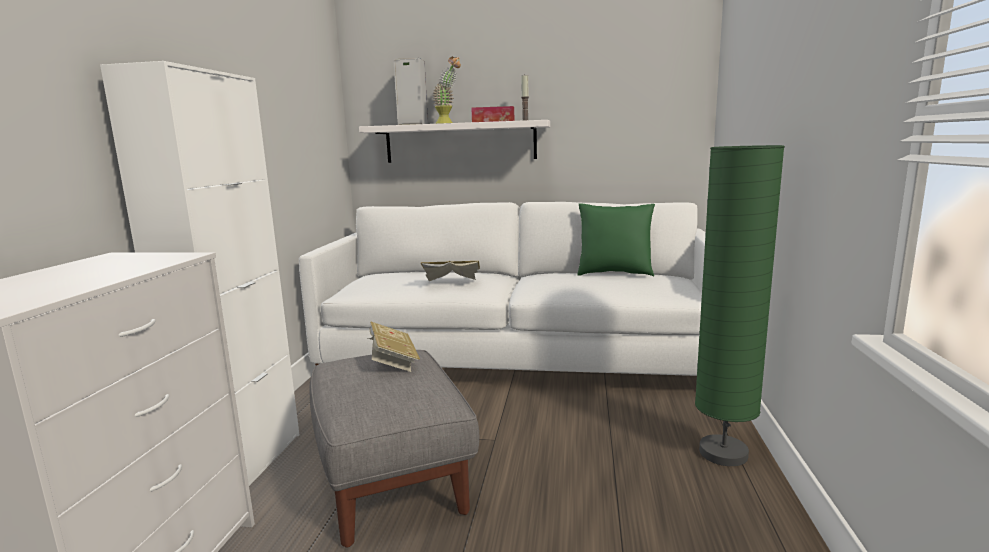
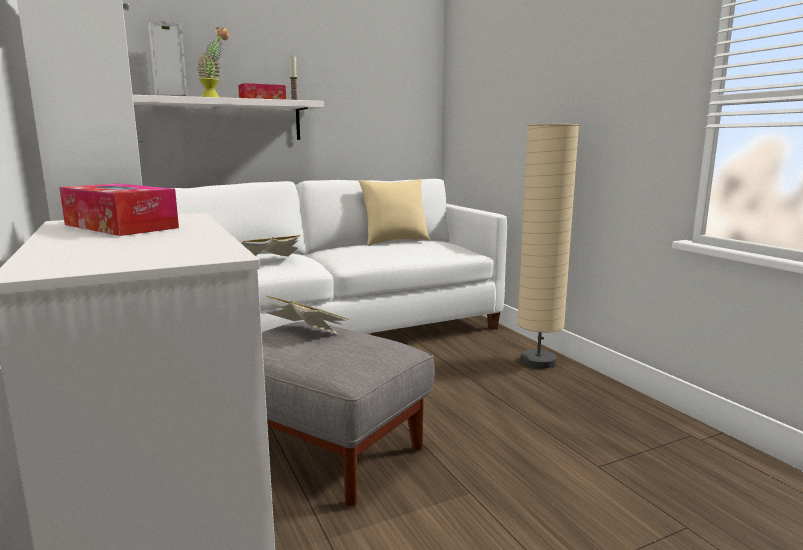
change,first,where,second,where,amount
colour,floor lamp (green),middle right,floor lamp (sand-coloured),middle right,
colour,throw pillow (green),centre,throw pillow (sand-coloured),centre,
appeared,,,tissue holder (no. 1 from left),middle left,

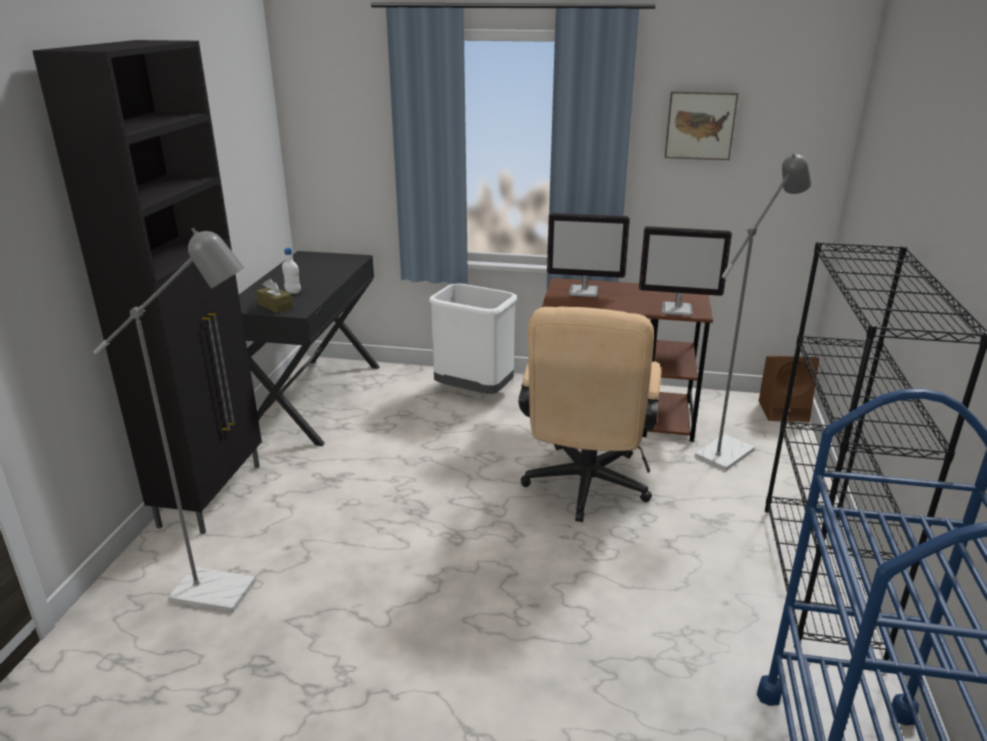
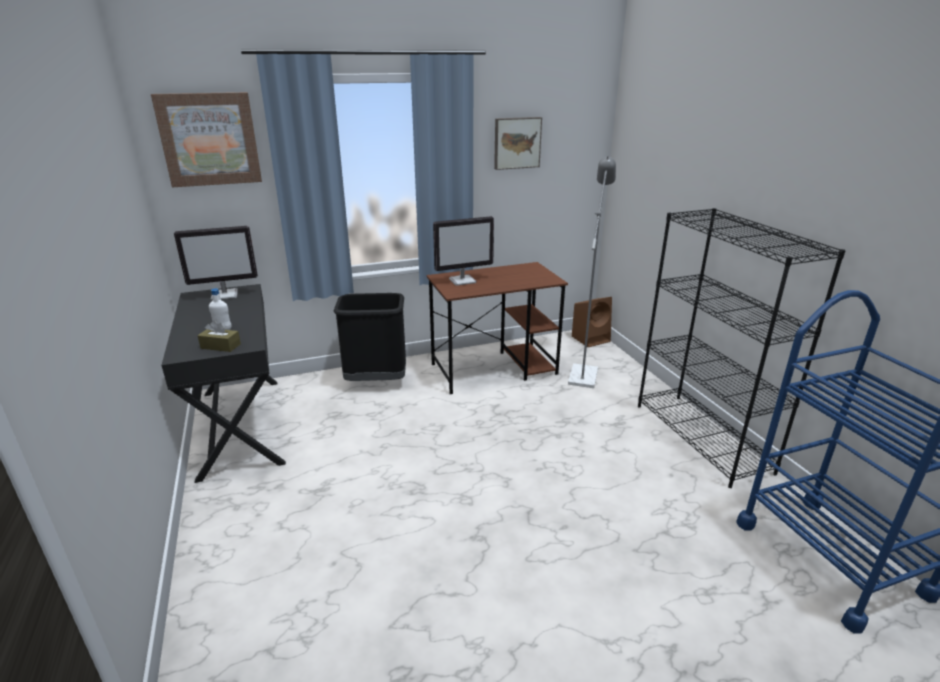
change,first,where,second,where,amount
missing,cabinet (black),middle left,,,
relocated,monitor (no. 2 from left in the first image),middle right,monitor (no. 1 from left),middle left,
missing,floor lamp (greyish) (no. 1 from left),middle left,,,
colour,trash can (white),centre,trash can (black),centre,
missing,office chair (sand-coloured),centre,,,
appeared,,,picture (no. 1 from left),top left,

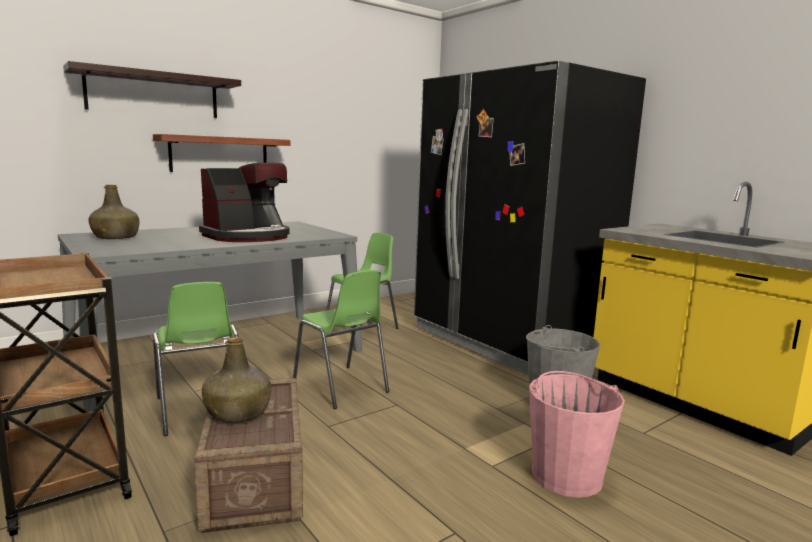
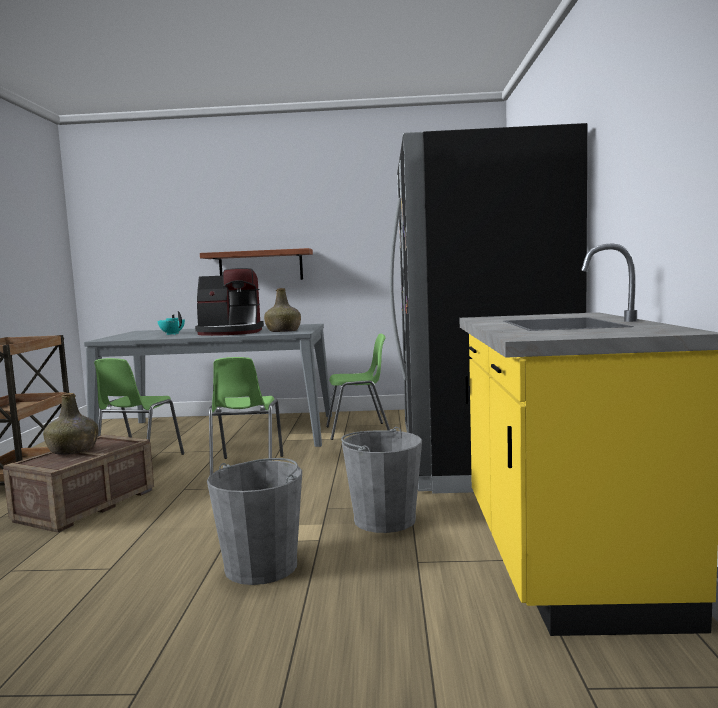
change,first,where,second,where,amount
missing,shelf (no. 1 from left),top left,,,
relocated,beverage bottle (green) (no. 1 from left in the first image),middle left,beverage bottle (green) (no. 2 from left),centre,
colour,bucket (pink-coloured),bottom right,bucket (greyish) (no. 1 from left),bottom centre,
appeared,,,pot for tea (blue-green),middle left,

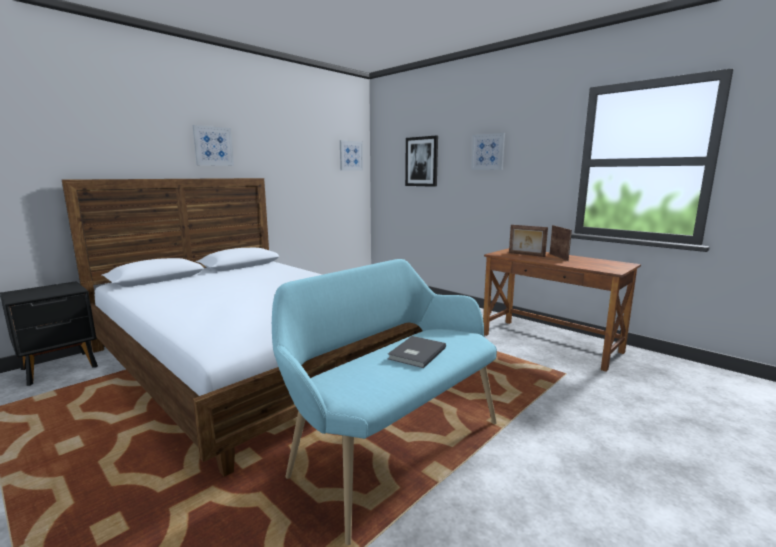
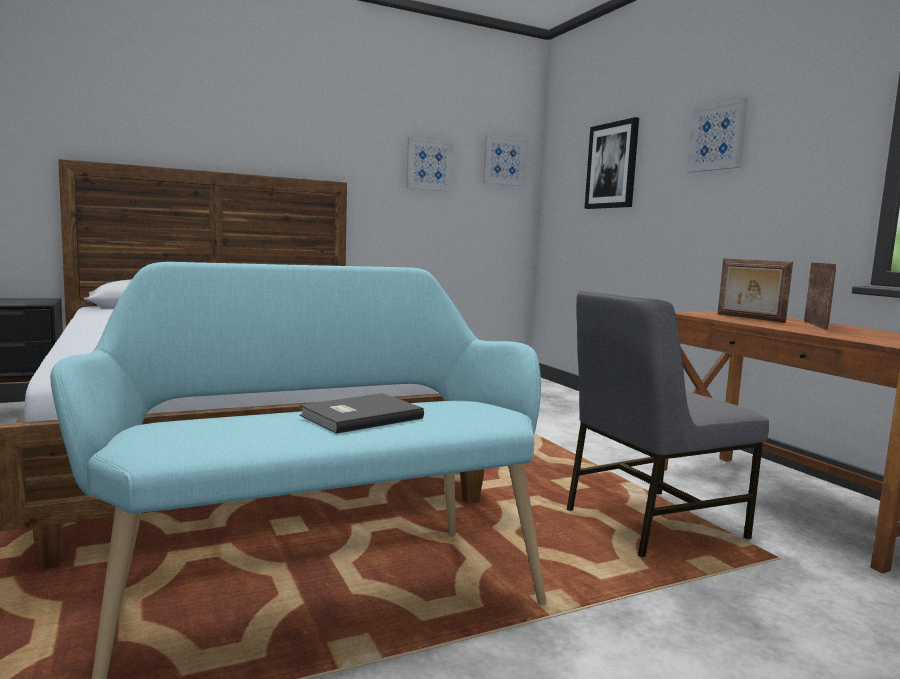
change,first,where,second,where,amount
relocated,picture (no. 1 from left),top left,,top centre,
appeared,,,upright chair (greyish),middle right,

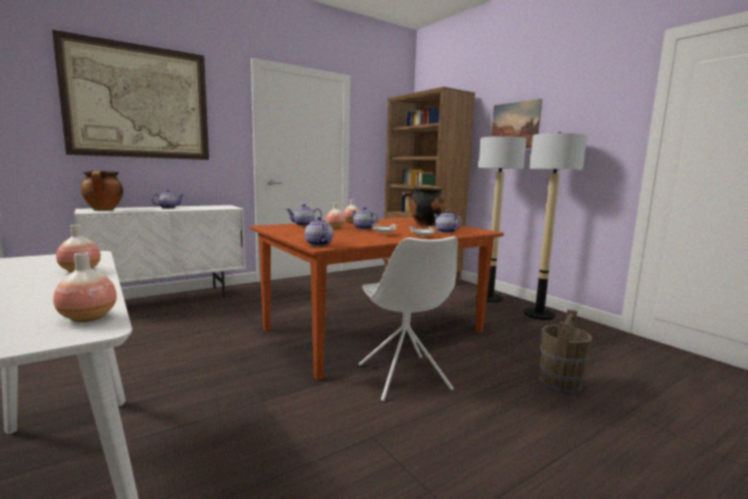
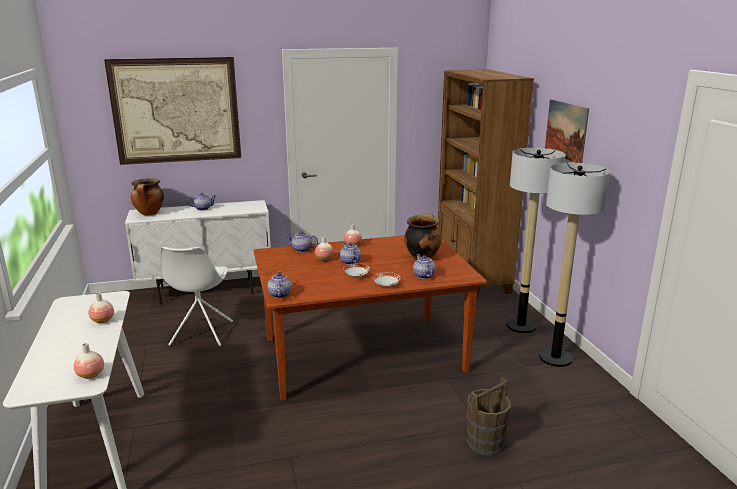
change,first,where,second,where,amount
relocated,upright chair (white),centre,,middle left,

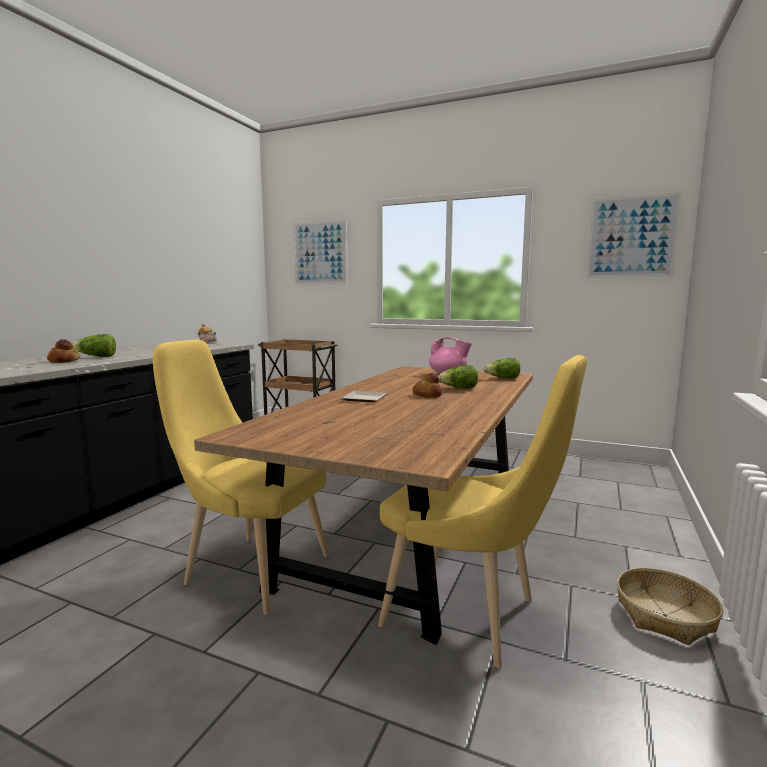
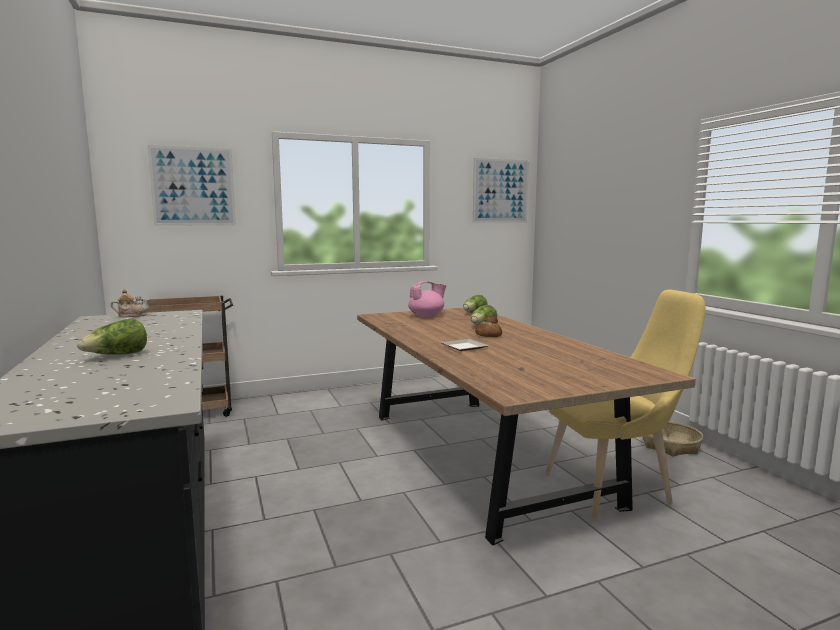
change,first,where,second,where,amount
missing,baked bread (no. 1 from left),middle left,,,
missing,upright chair (yellowish) (no. 1 from left),middle left,,,

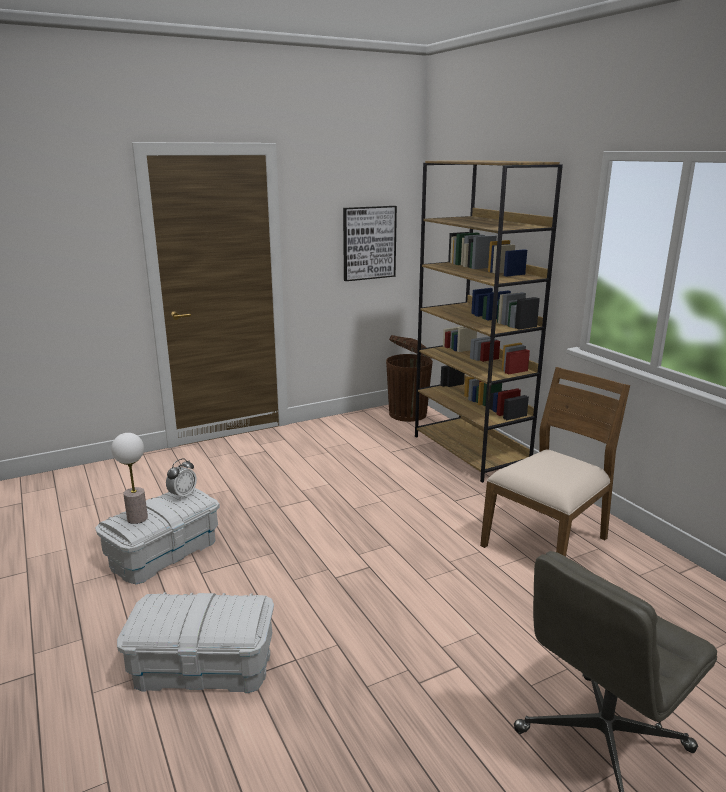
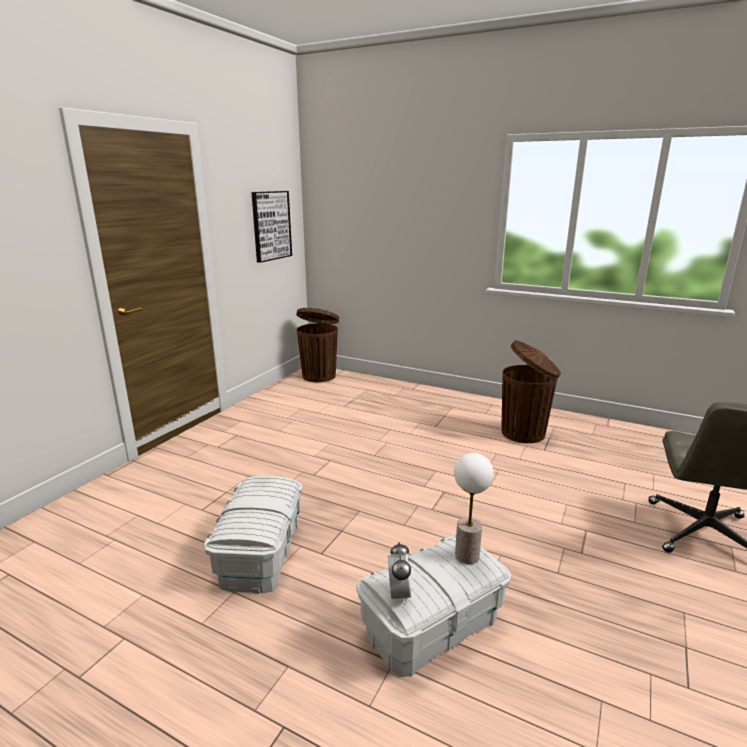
change,first,where,second,where,amount
missing,shelving unit (brown-coloured),middle right,,,
exchanged,upright chair (brown-coloured),middle right,trash can (brown-coloured) (no. 2 from left),middle right,
relocated,table lamp,middle left,,bottom centre,
relocated,bedside clock,middle left,,bottom centre,

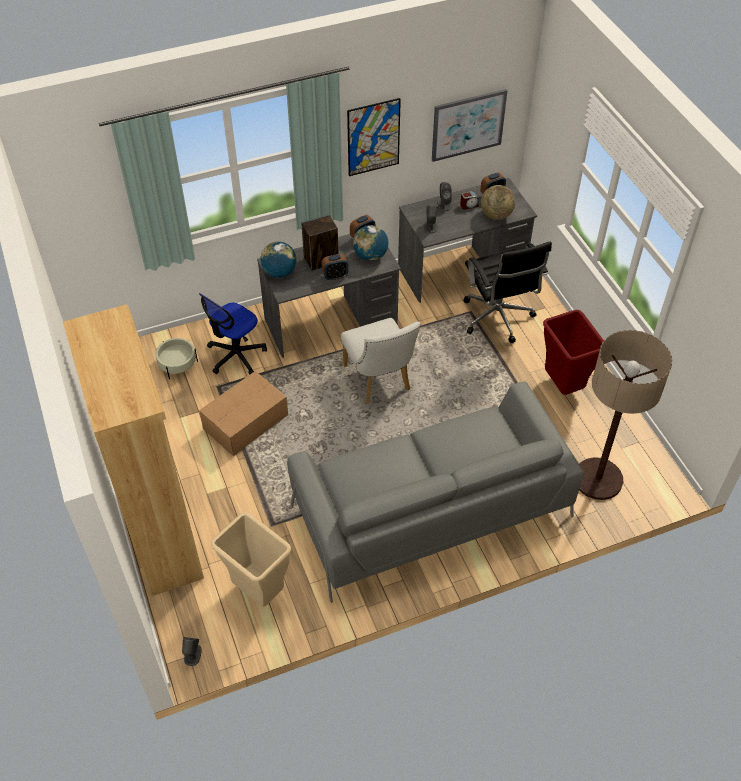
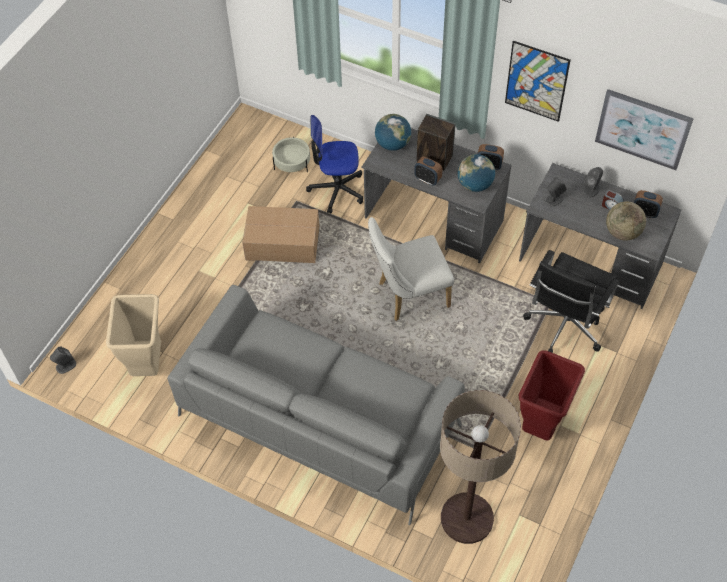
change,first,where,second,where,amount
missing,shelving unit (brown-coloured),middle left,,,
spun,upright chair (white),centre,,centre,45 degrees clockwise

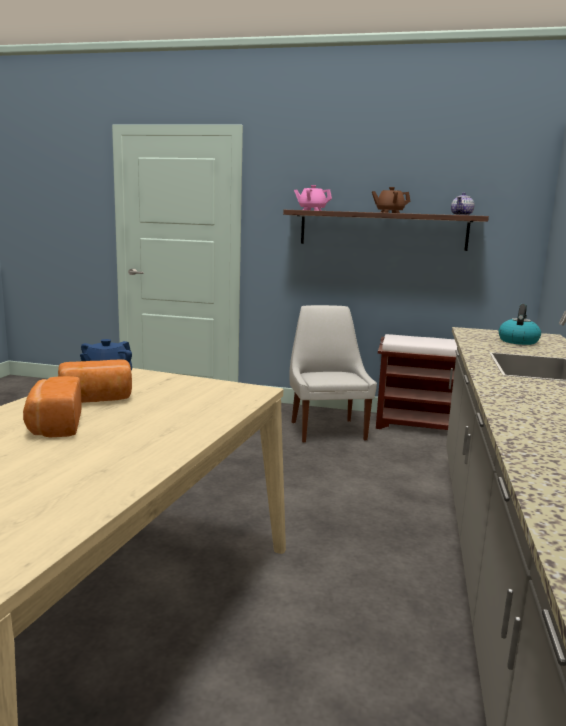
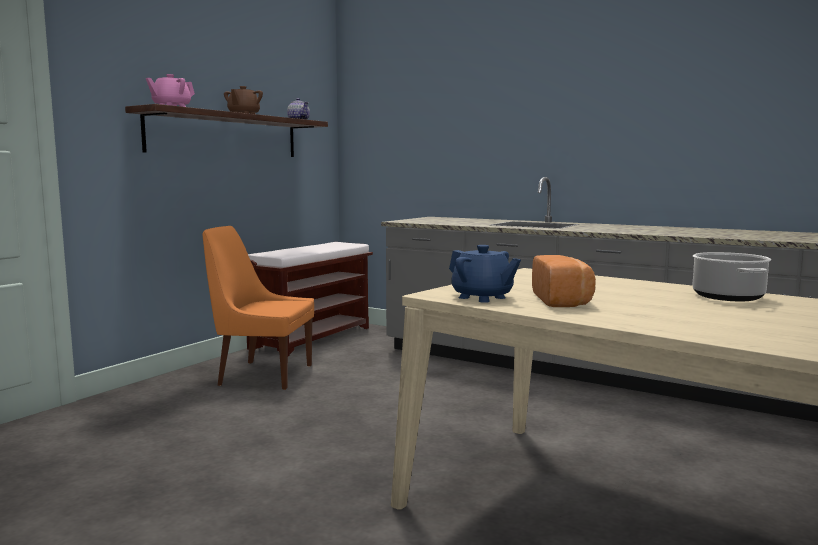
change,first,where,second,where,amount
missing,water kettle,middle right,,,
colour,upright chair (white),centre,upright chair (orange),middle left,
missing,baked bread (no. 1 from left),middle left,,,
appeared,,,cooking pot,middle right,

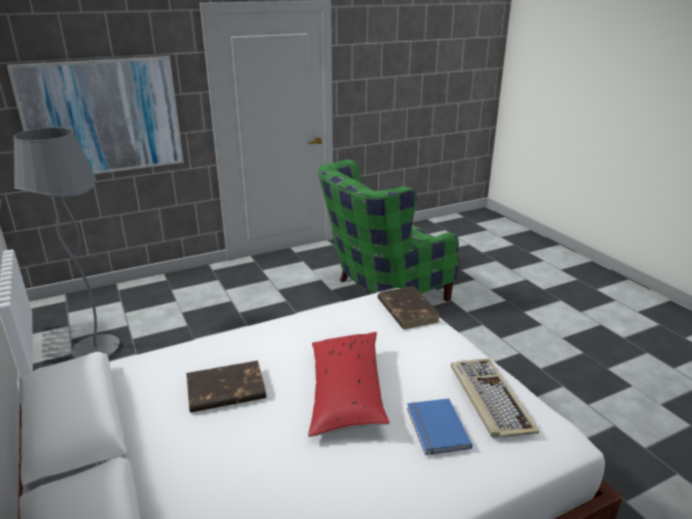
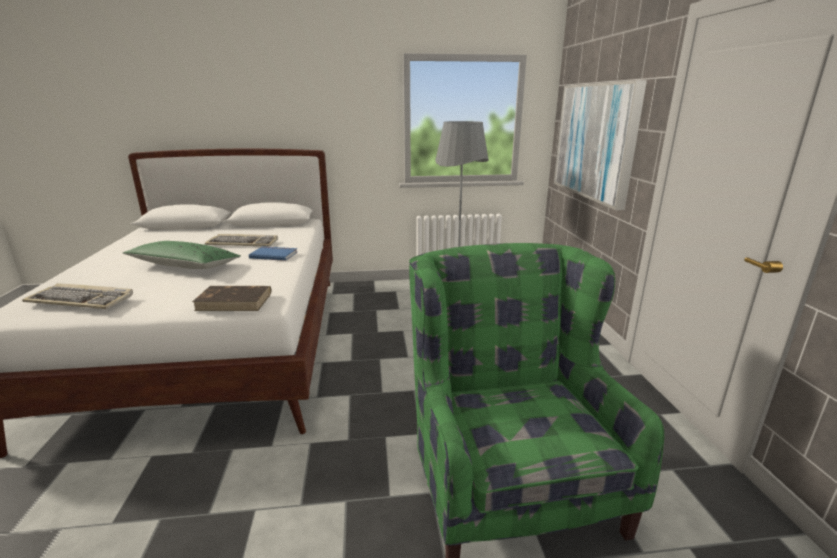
change,first,where,second,where,amount
colour,throw pillow (red-coloured),bottom centre,throw pillow (green),middle left,
exchanged,volume (brown-coloured) (no. 1 from left),bottom left,keyboard (no. 2 from left),middle left,
relocated,volume (bluish),bottom centre,,middle left,

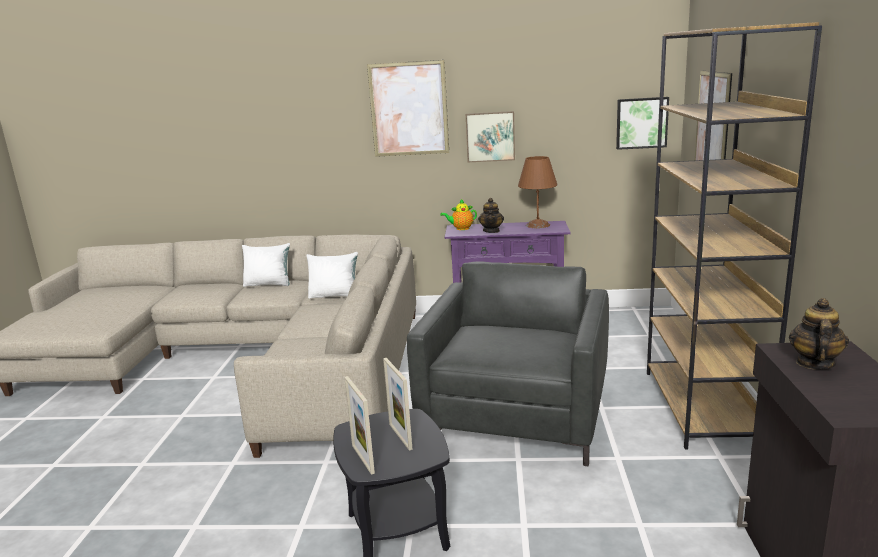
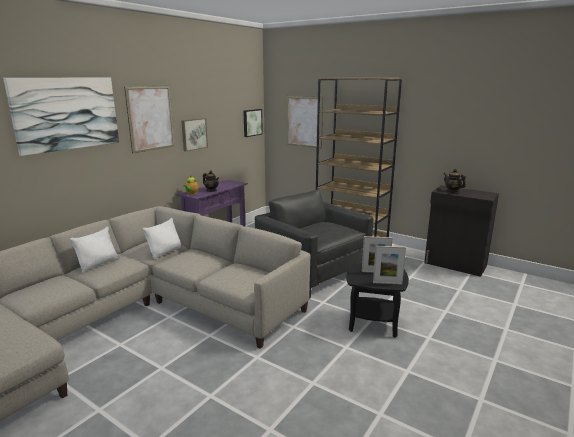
change,first,where,second,where,amount
missing,table lamp (brown-coloured),centre,,,
appeared,,,picture (no. 1 from left),top left,

